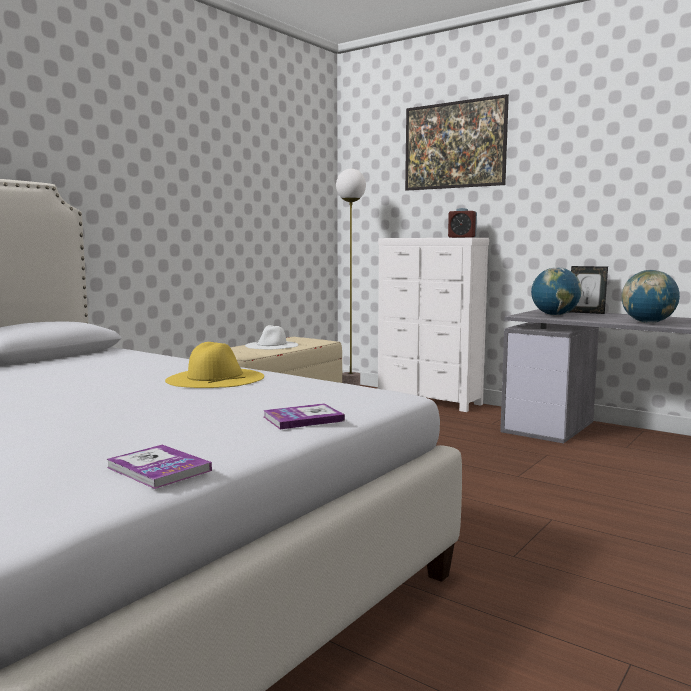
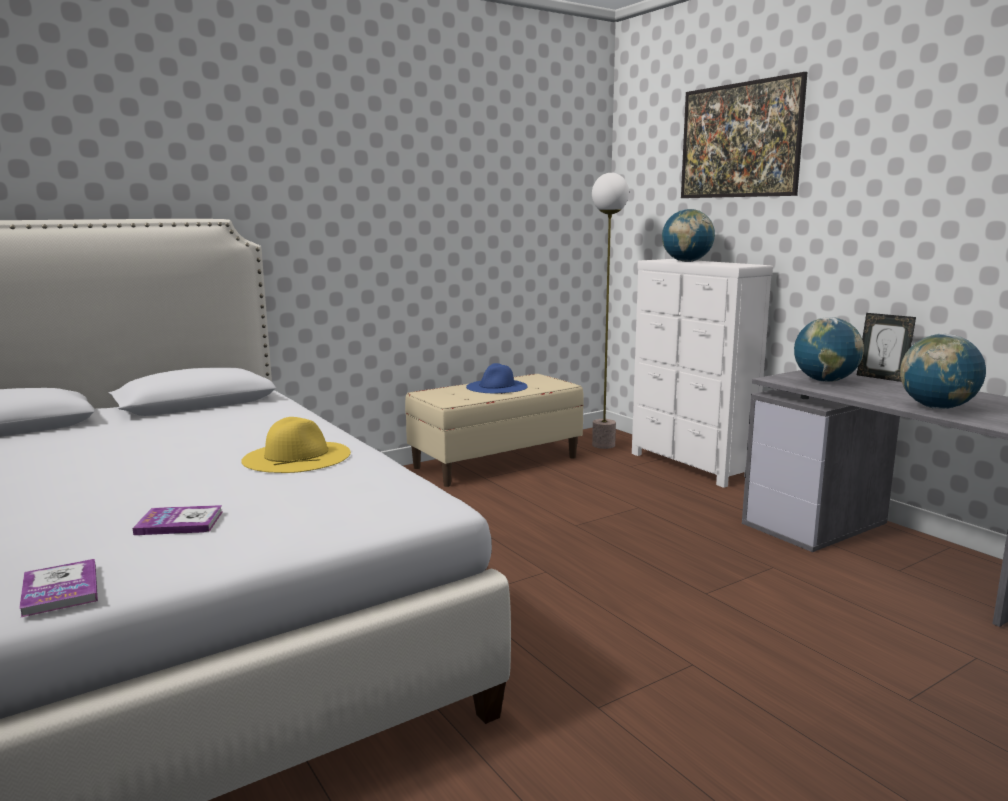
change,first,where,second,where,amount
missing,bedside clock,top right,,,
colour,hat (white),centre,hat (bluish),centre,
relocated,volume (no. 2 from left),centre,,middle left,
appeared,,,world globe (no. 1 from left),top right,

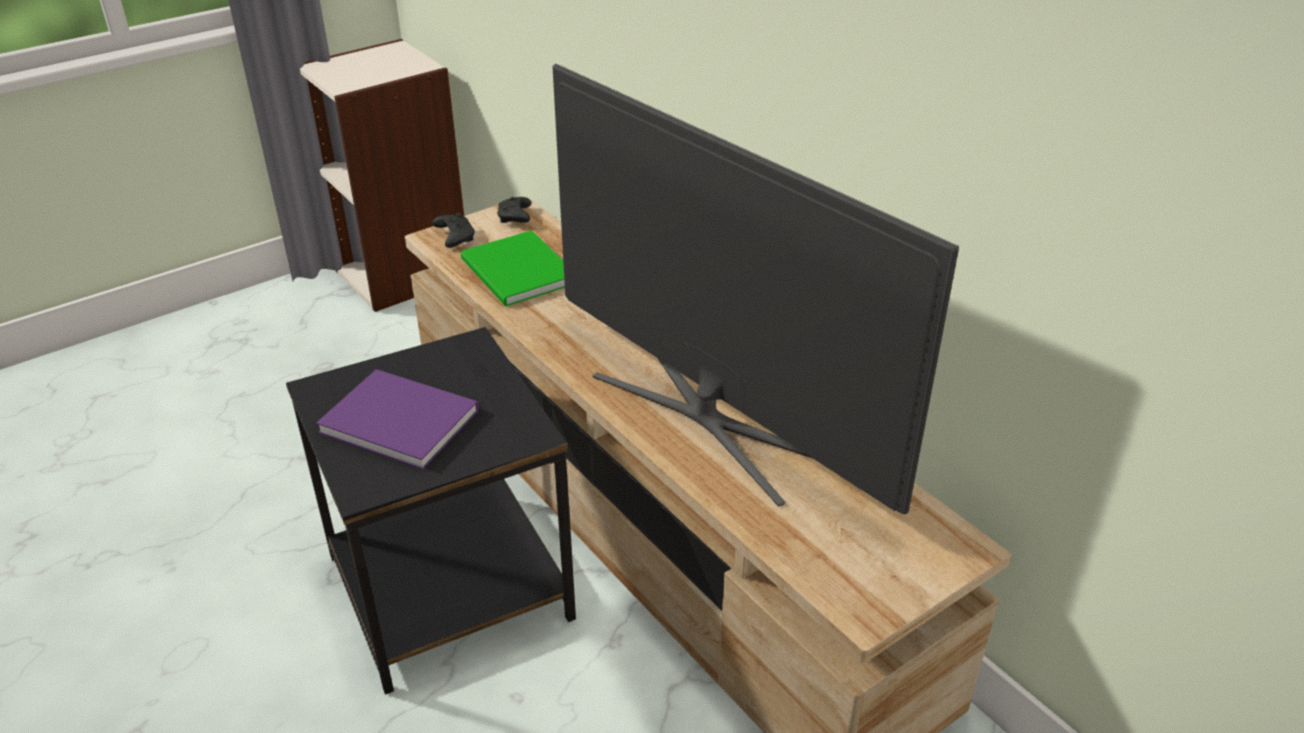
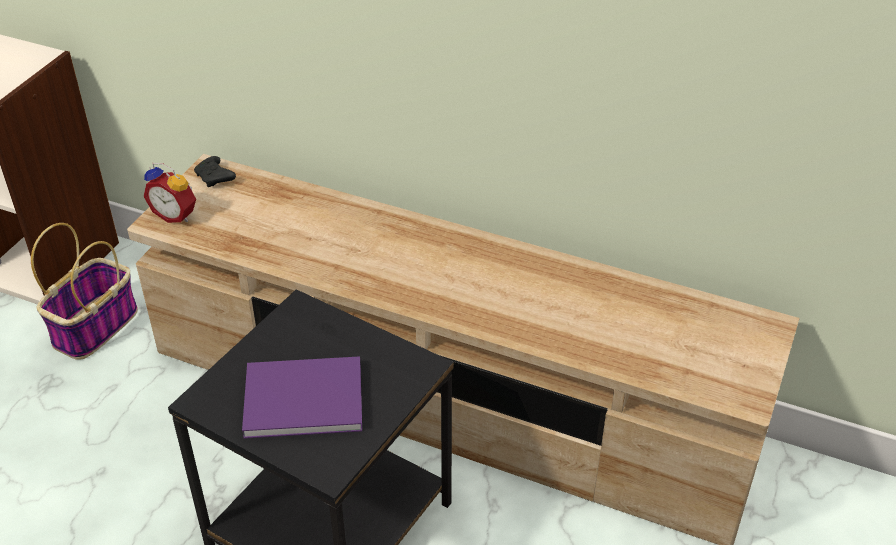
change,first,where,second,where,amount
missing,TV,centre,,,
exchanged,game controller (black) (no. 1 from left),top centre,bedside clock,middle left,
missing,volume (green),centre,,,
appeared,,,household basket,middle left,

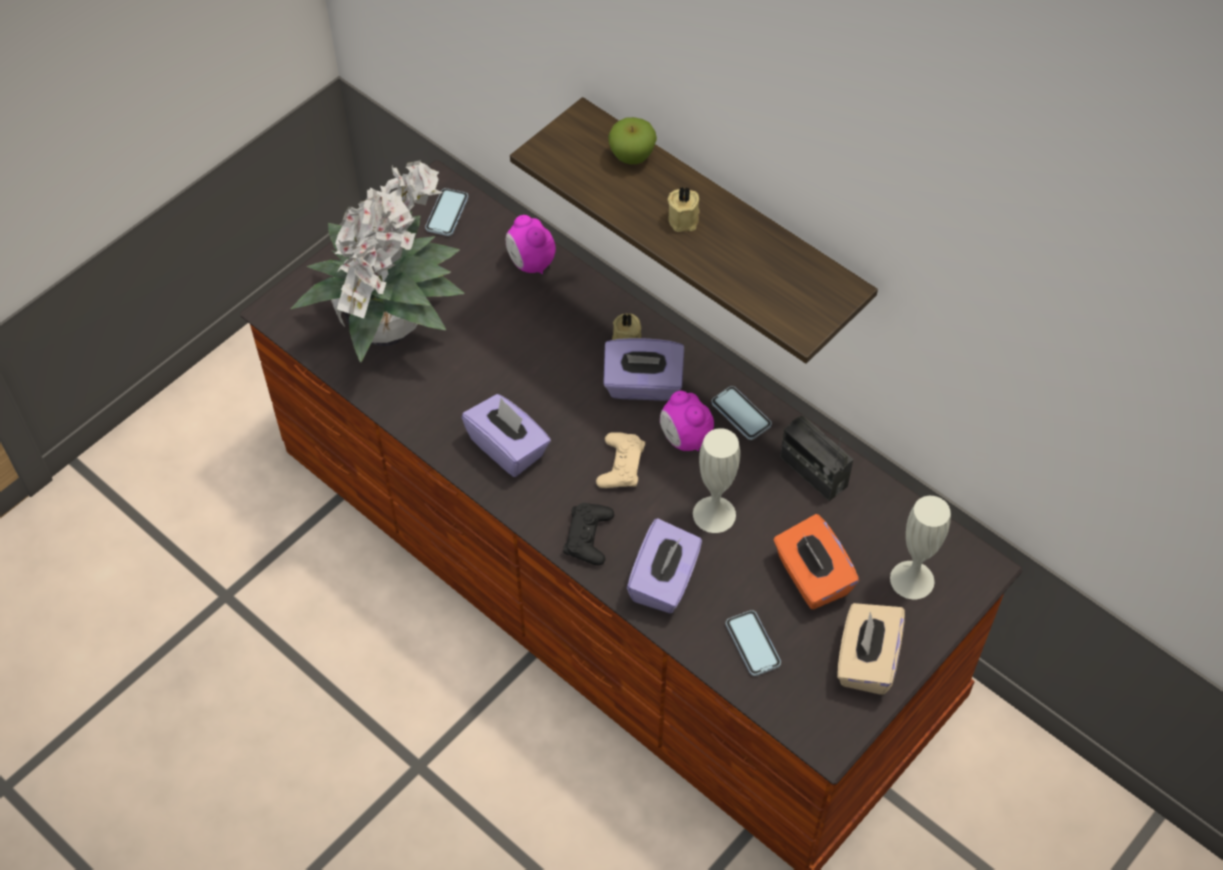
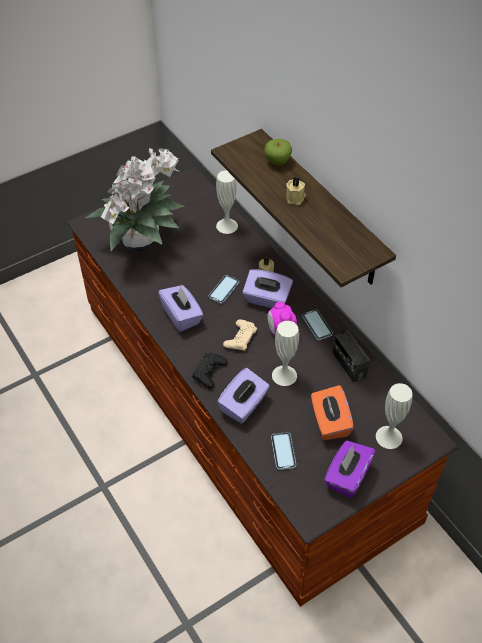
change,first,where,second,where,amount
relocated,telephone (no. 1 from left),top centre,,centre,
exchanged,bedside clock (no. 1 from left),top centre,vase (white) (no. 1 from left),top centre,
colour,tissue holder (sand-coloured),bottom right,tissue holder (purplish) (no. 4 from left),bottom right,

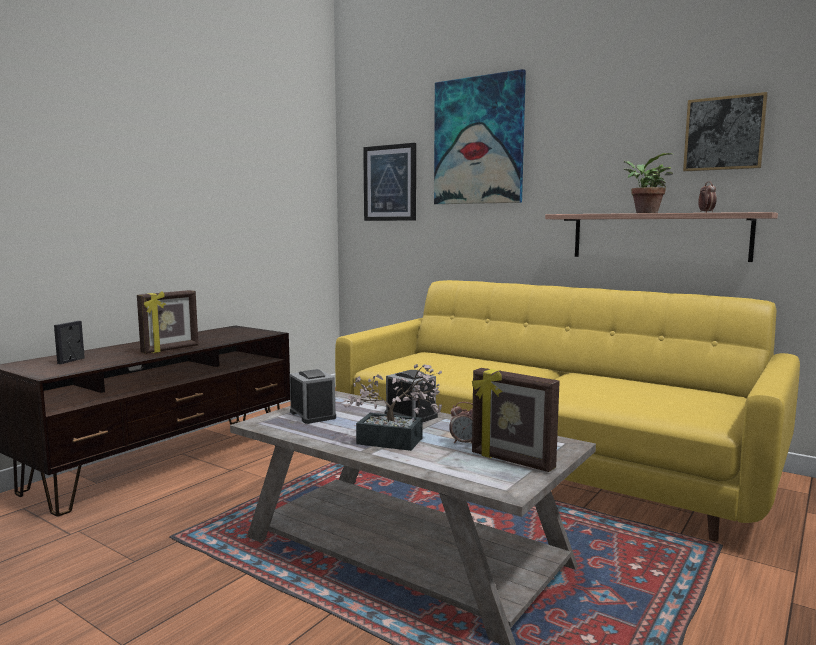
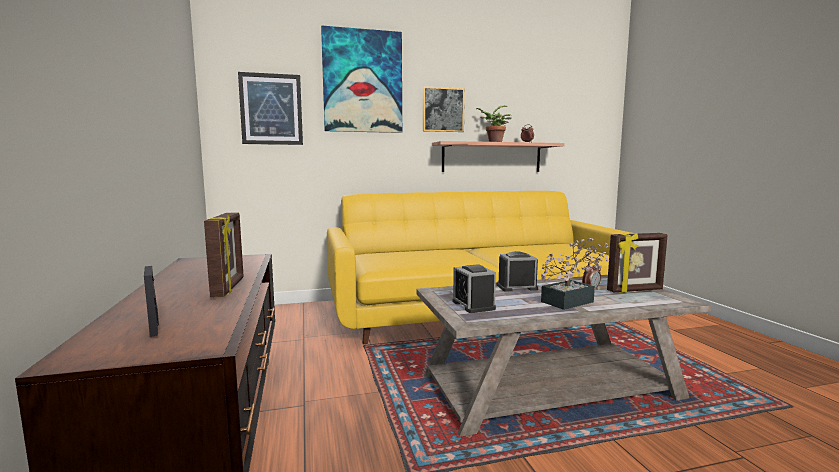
change,first,where,second,where,amount
relocated,picture (no. 3 from left),top right,,top centre,
spun,bedside clock (no. 1 from left),centre,,centre,120 degrees counterclockwise

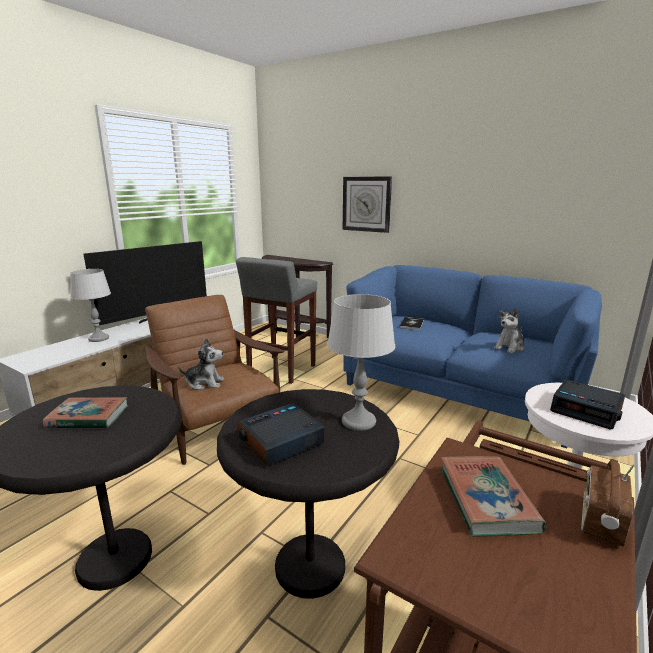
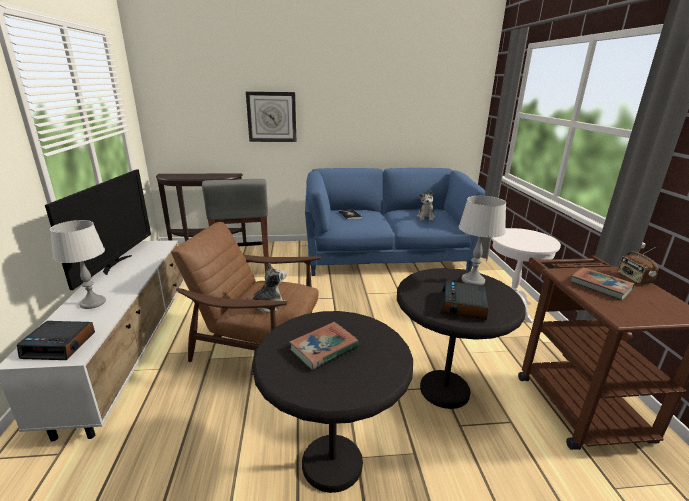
change,first,where,second,where,amount
relocated,bedside clock (no. 2 from left in the first image),middle right,bedside clock (no. 1 from left),bottom left,

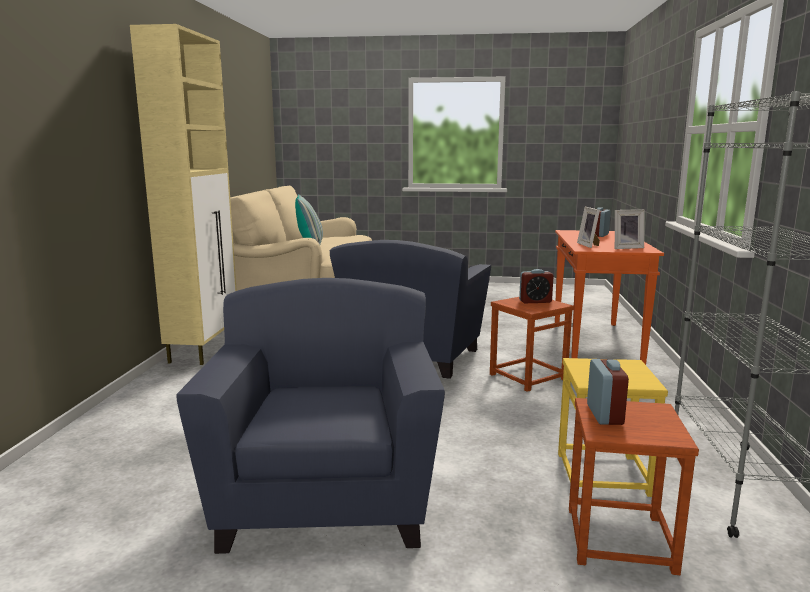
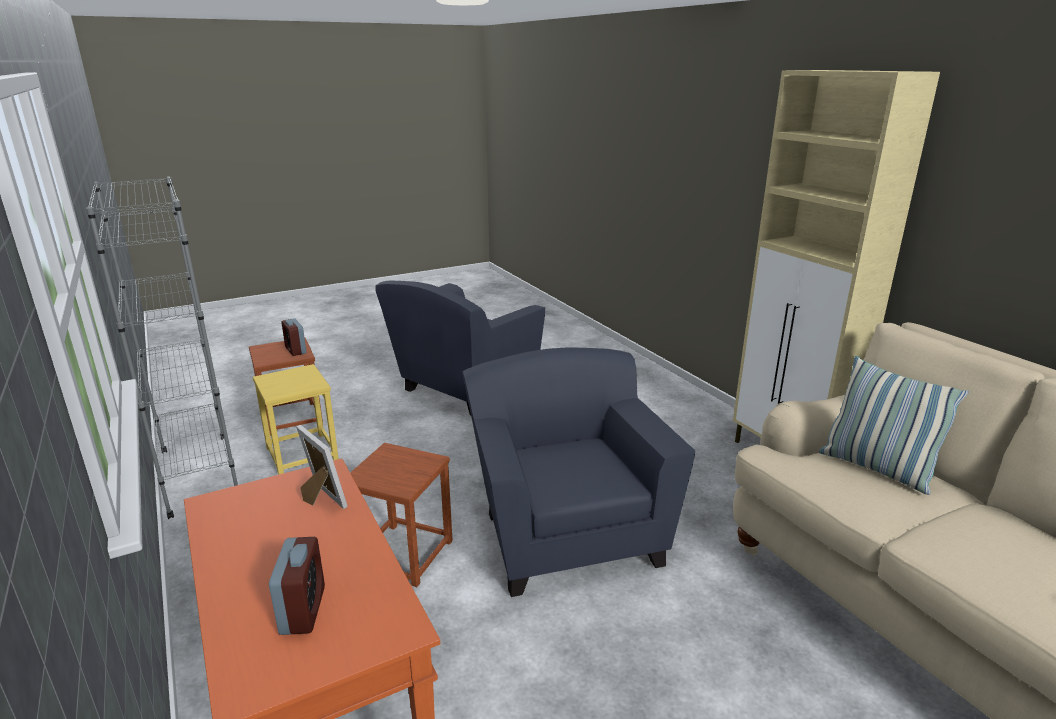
change,first,where,second,where,amount
missing,picture frame (no. 2 from left),middle right,,,
missing,bedside clock (no. 1 from left),centre,,,
spun,armchair (bluish) (no. 1 from left),bottom centre,,centre,75 degrees clockwise

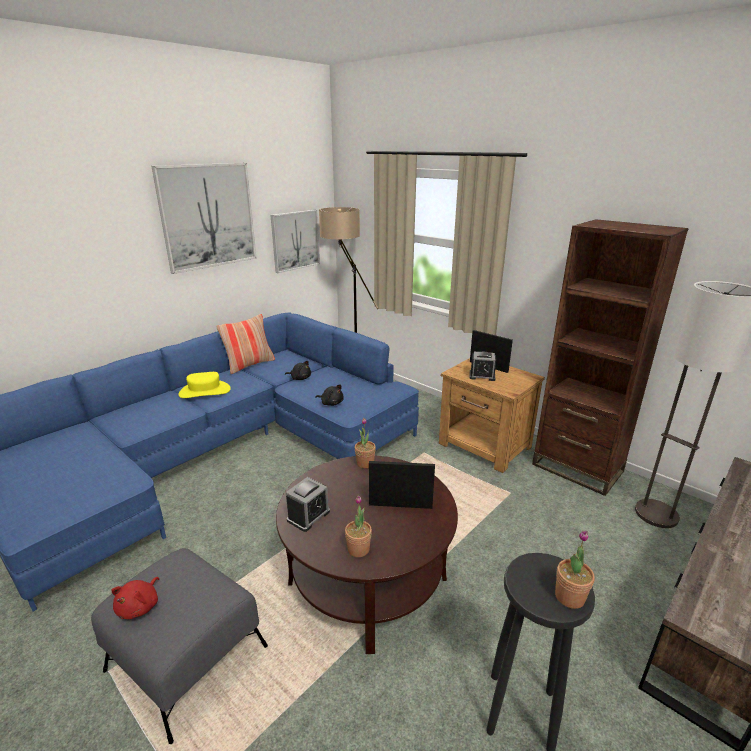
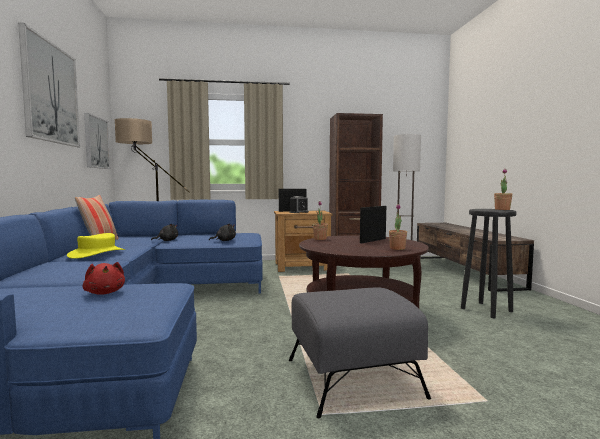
change,first,where,second,where,amount
missing,bedside clock (no. 1 from left),bottom centre,,,
relocated,plush toy (red-coloured),bottom left,,middle left,

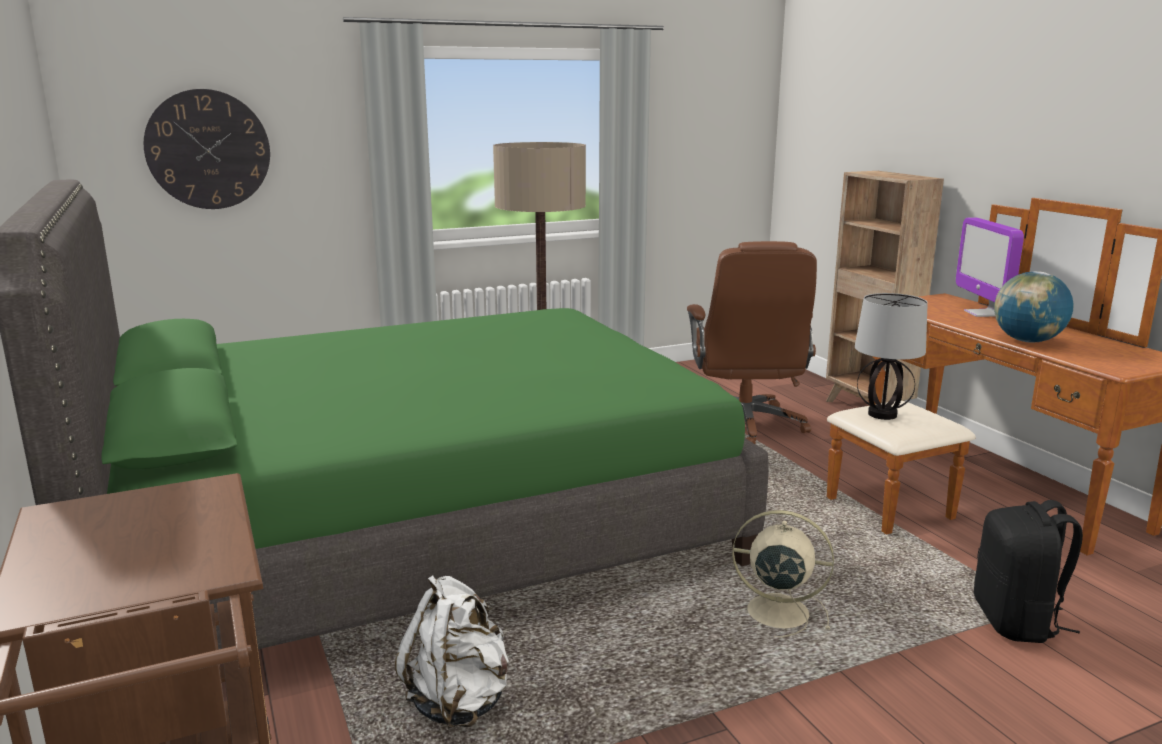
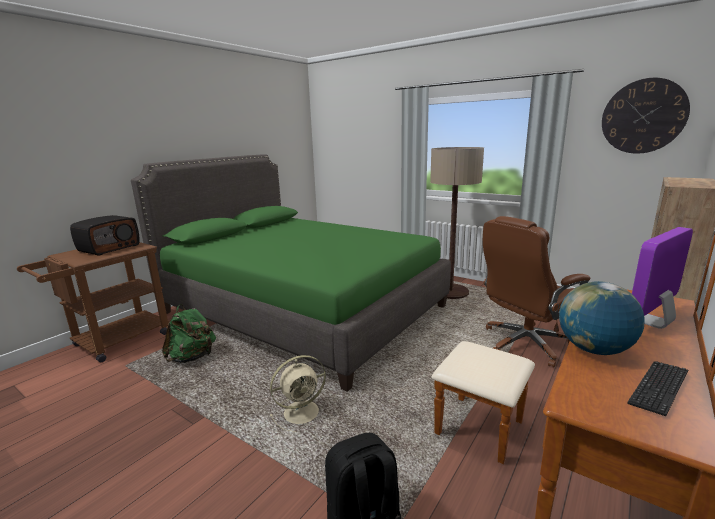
change,first,where,second,where,amount
relocated,clock on the wall,top left,,top right,
missing,table lamp,middle right,,,
spun,fan (sand-coloured),bottom right,,bottom centre,75 degrees clockwise
colour,knapsack (white),bottom centre,knapsack (green),middle left,
appeared,,,radio,middle left,
appeared,,,keyboard,bottom right,

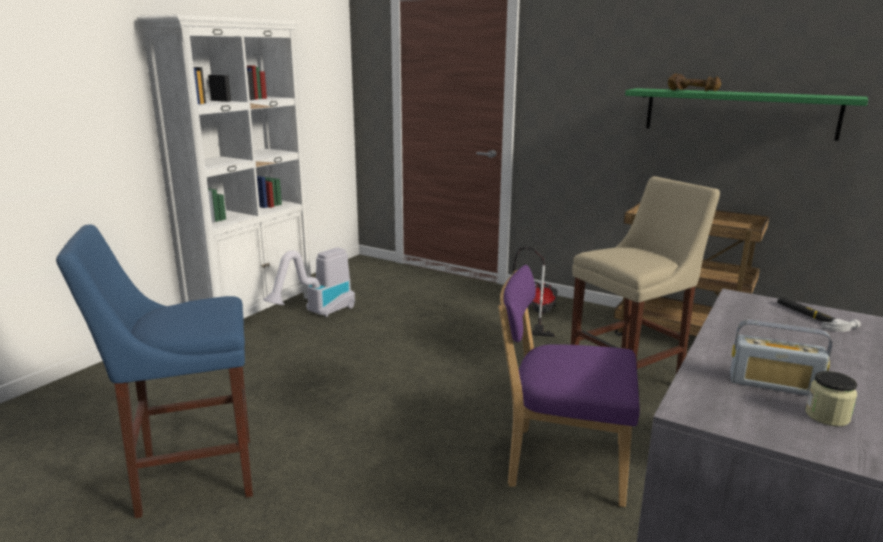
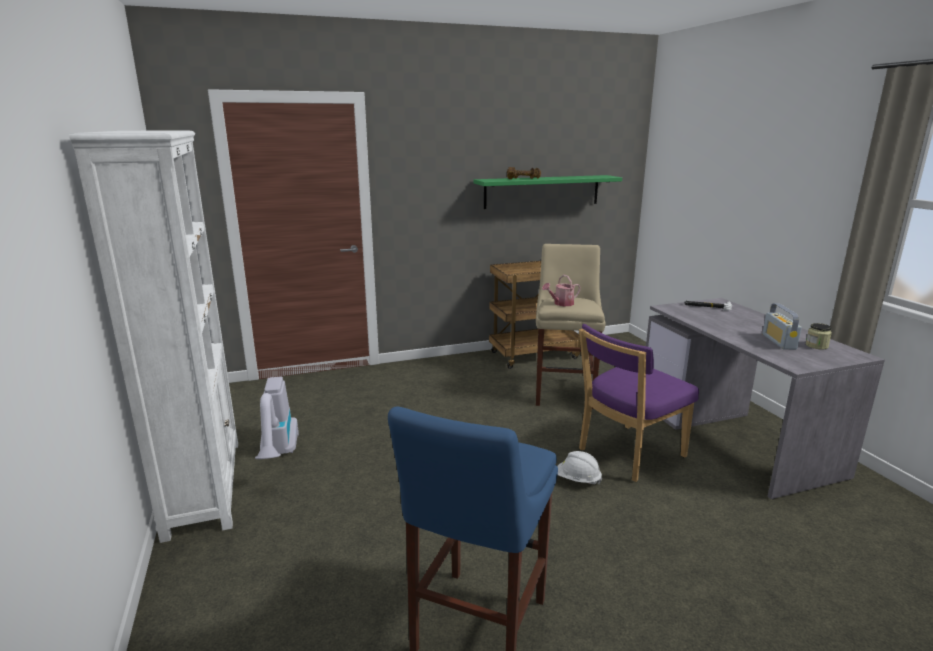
change,first,where,second,where,amount
missing,vacuum cleaner (no. 2 from left),centre,,,
spun,radio,middle right,,middle right,120 degrees clockwise
appeared,,,watering pot,centre,
appeared,,,work helmet (white),bottom centre,

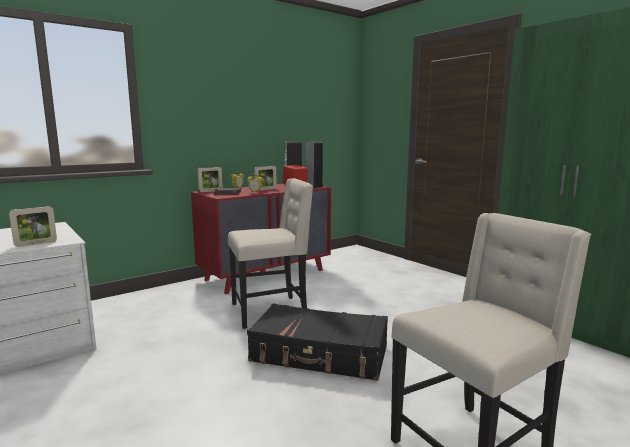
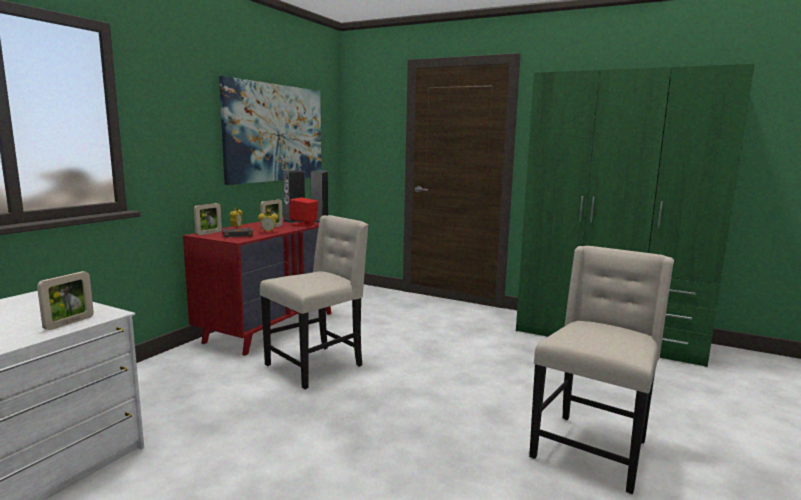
change,first,where,second,where,amount
missing,suitcase (black),bottom centre,,,
appeared,,,picture,top centre,

